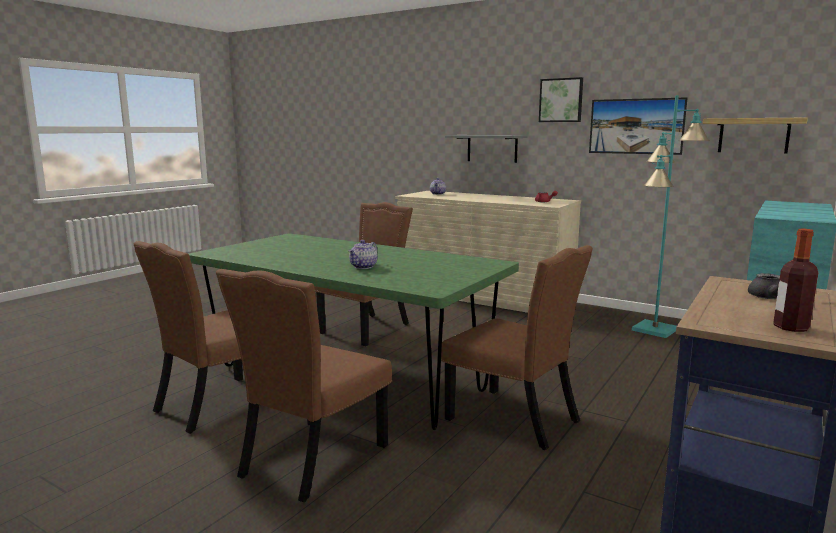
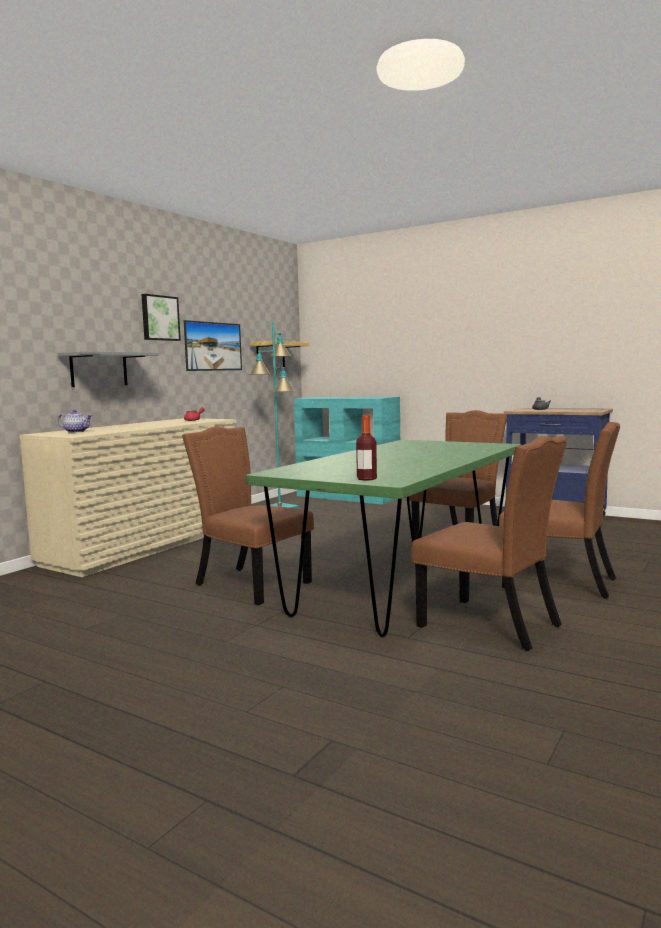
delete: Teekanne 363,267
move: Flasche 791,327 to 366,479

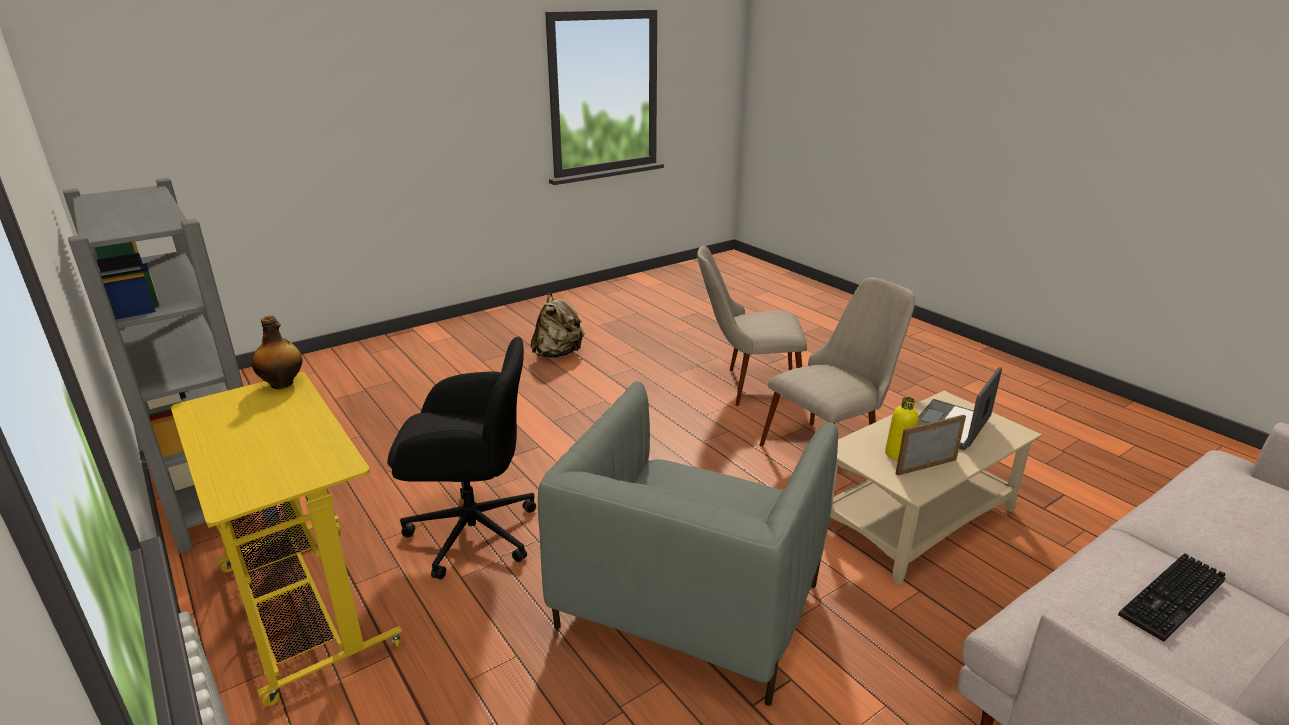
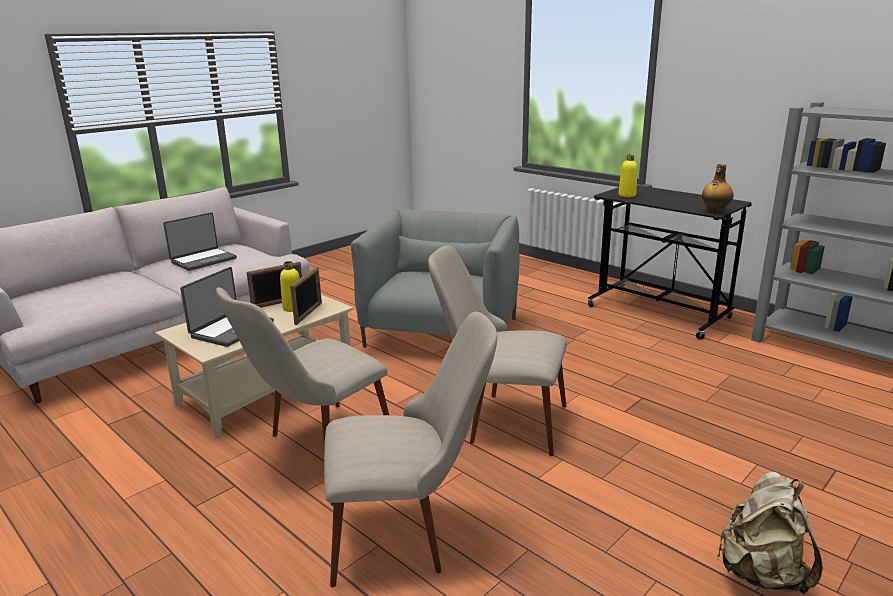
delete: Bürostuhl [schwarz] 473,534
insert: Bilderrahmen 308,313; Stuhl [beige] 500,420; Flasche [gelb] 627,195
replace: Tastatur 1174,600 to Laptop 203,260
recolor: Schreibtisch [gelb] 307,606 to Schreibtisch [schwarz] 658,312

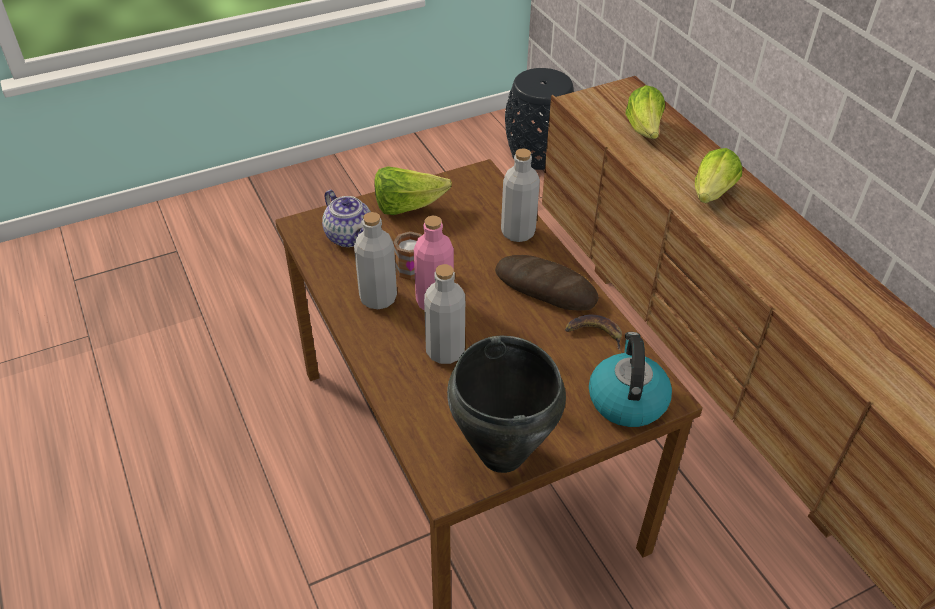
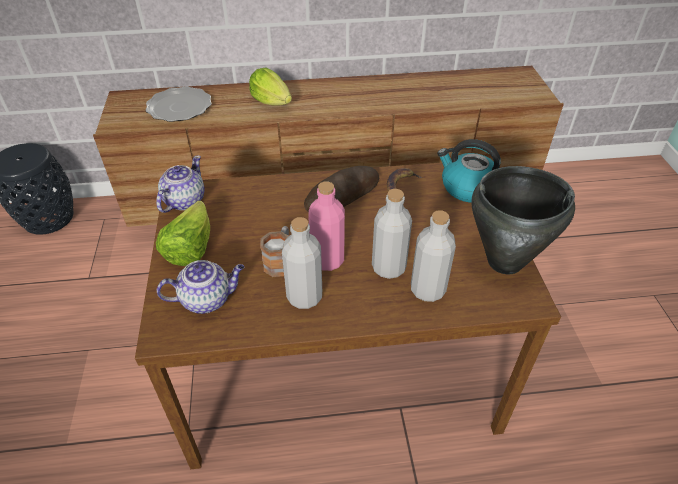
insert: Teekanne 184,201
move: Flasche [grau] 518,232 to 427,290
replace: Salatkopf 644,130 to Teller 179,107

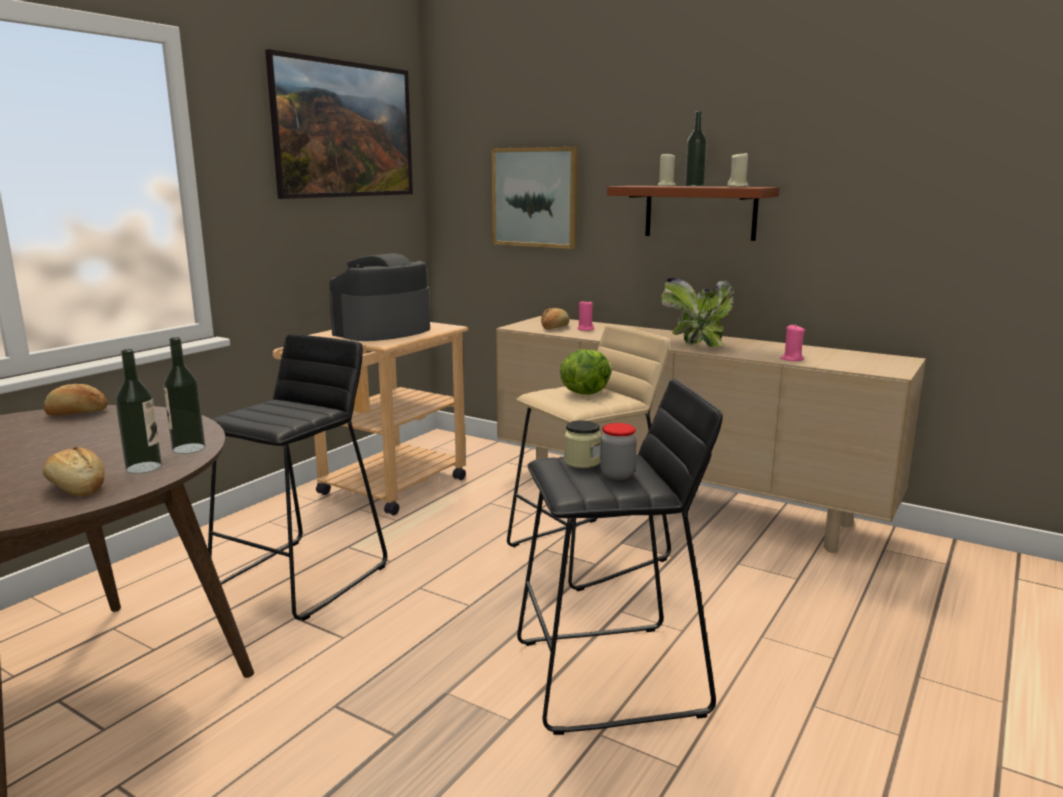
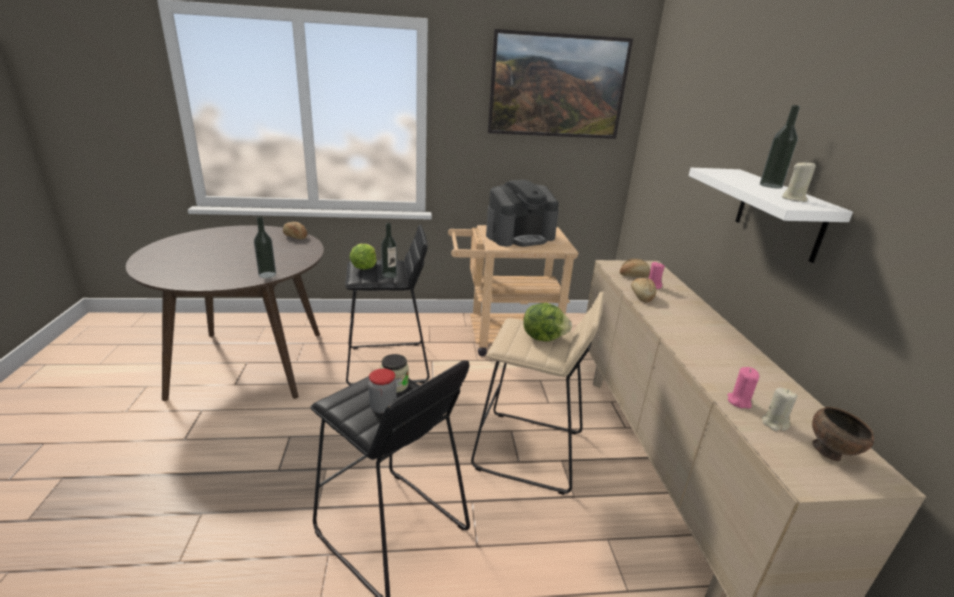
delete: Bild 535,197; Topfpflanze 699,345
insert: Salatkopf 364,267; Schüssel [braun] 829,453
move: Brot 76,487 to 641,296; Flasche 144,467 to 389,275; Kerze [beige] 666,186 to 774,423
recolor: Wandregal [braun] 700,212 to Wandregal [weiß] 779,214
rotate: Kaffeemaschine 382,331 = 520,236 150 degrees clockwise

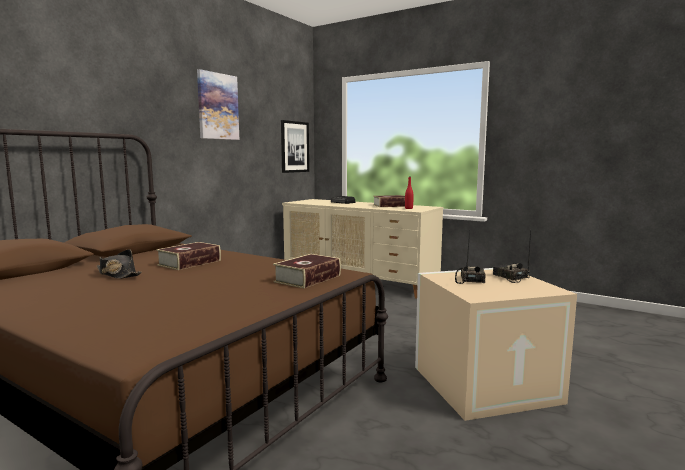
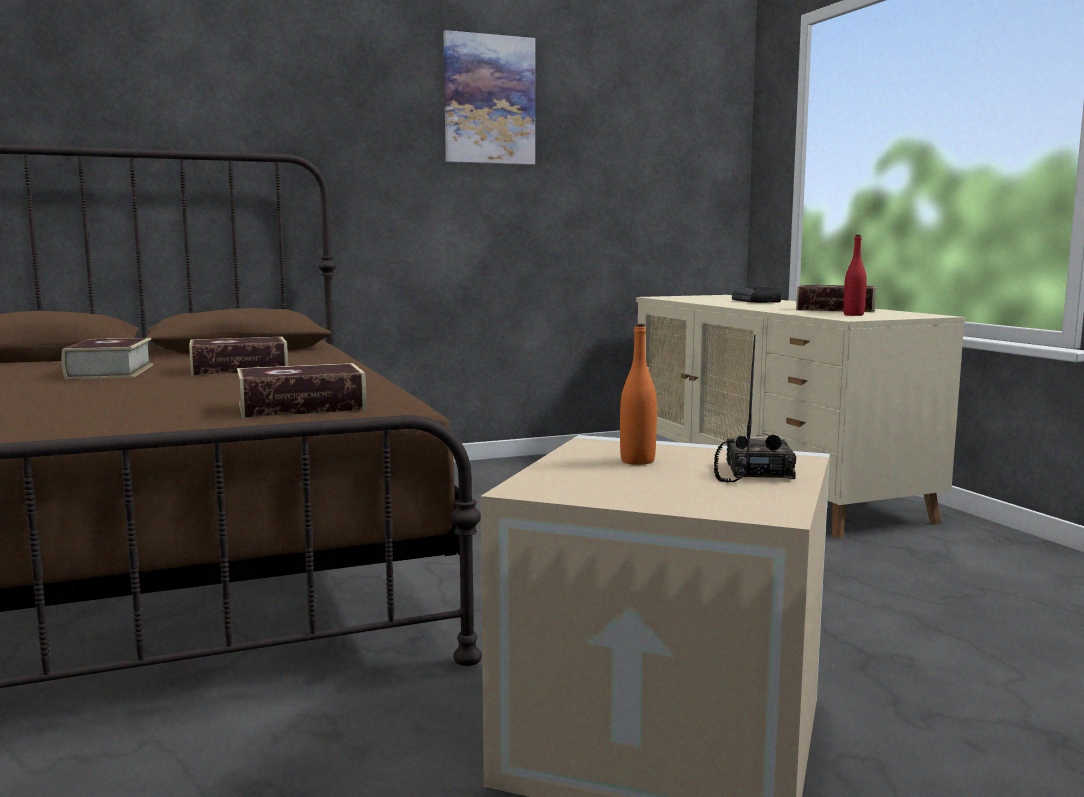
delete: Bild 294,147
replace: Hut [schwarz] 118,274 to Buch 110,372; Radio 469,280 to Flasche [orange] 637,461

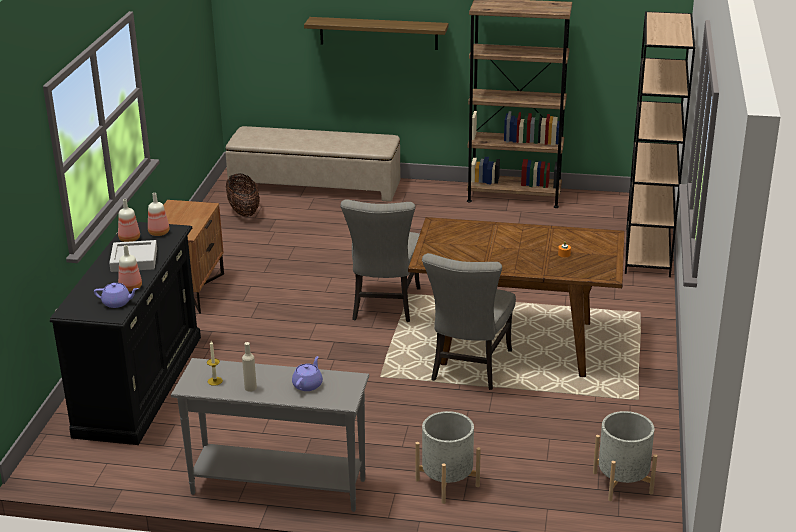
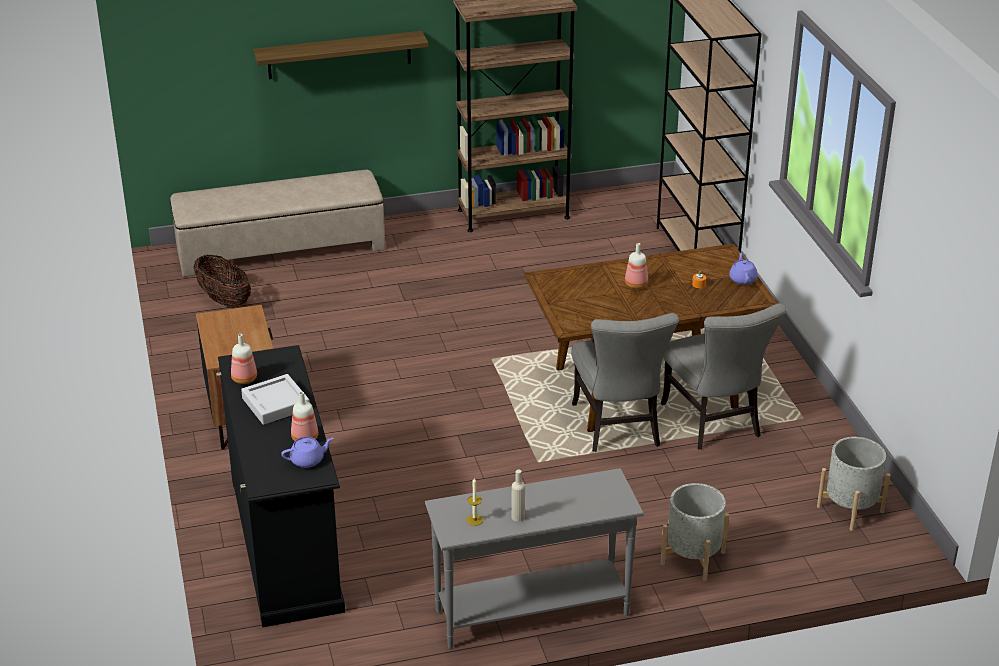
move: Flasche 159,232 to 636,284; Teekanne [lila] 308,384 to 742,279; Stuhl [grau] 384,306 to 715,423

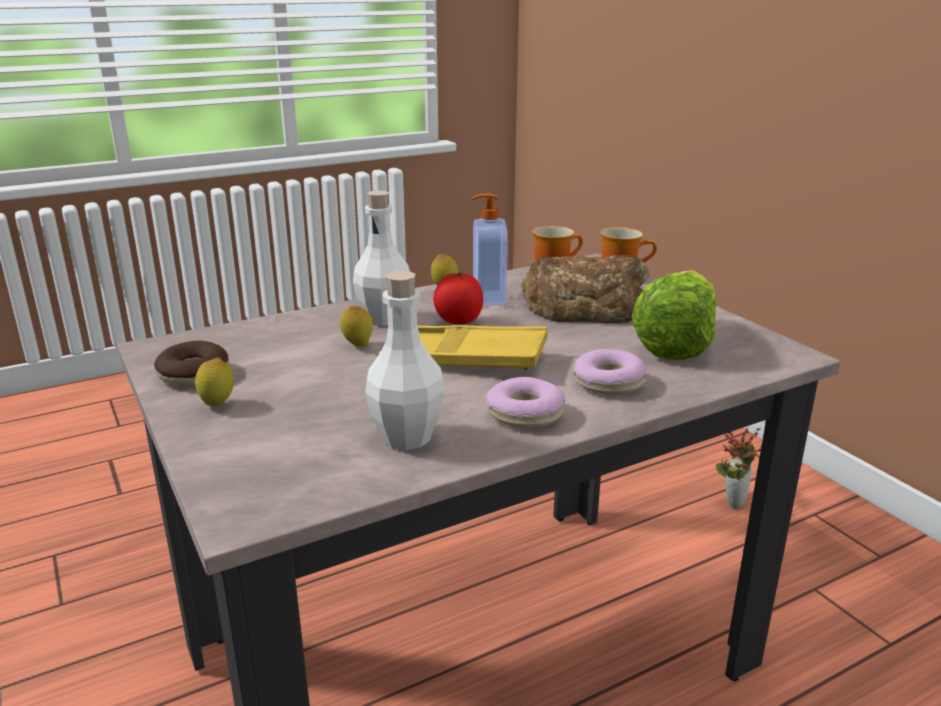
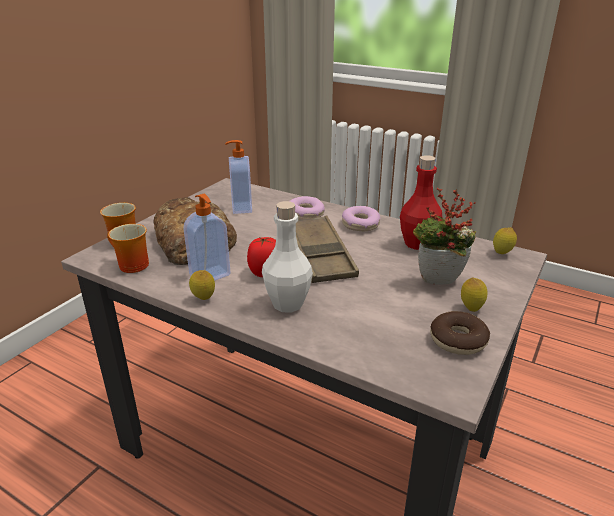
move: Zitrone 357,346 to 501,254; Topfpflanze 731,499 to 438,283
replace: Salatkopf 675,344 to Seifenspender 240,208
recolor: Flasche [weiß] 406,437 to Flasche [rot] 417,244; Tablett [gelb] 464,359 to Tablett [braun] 320,255

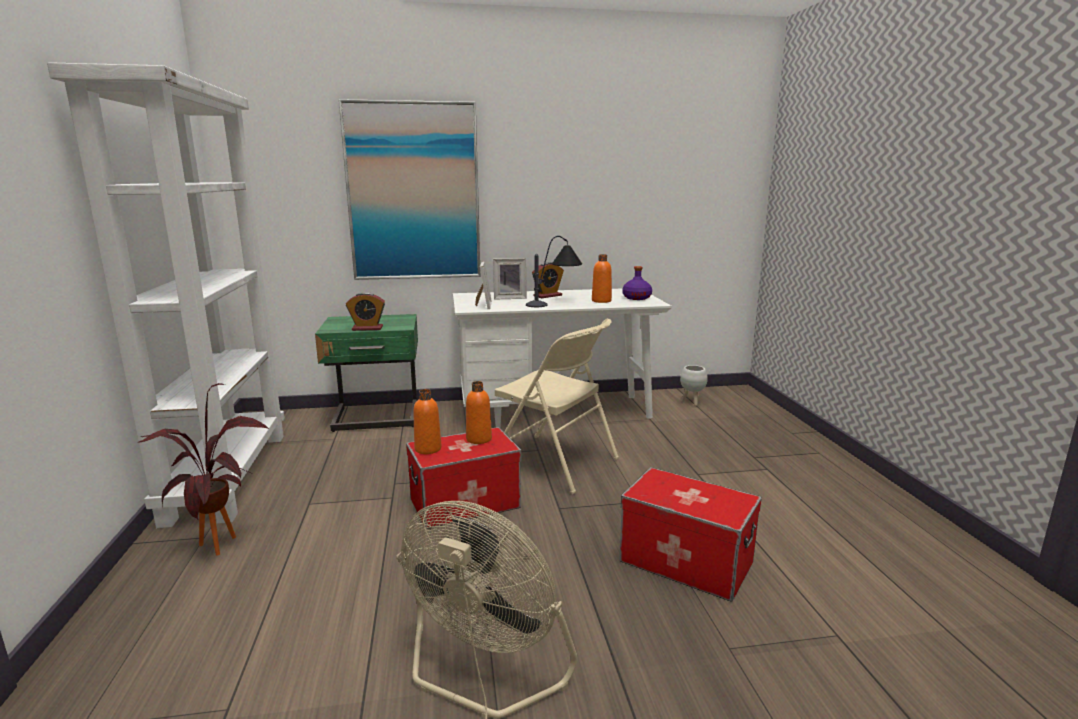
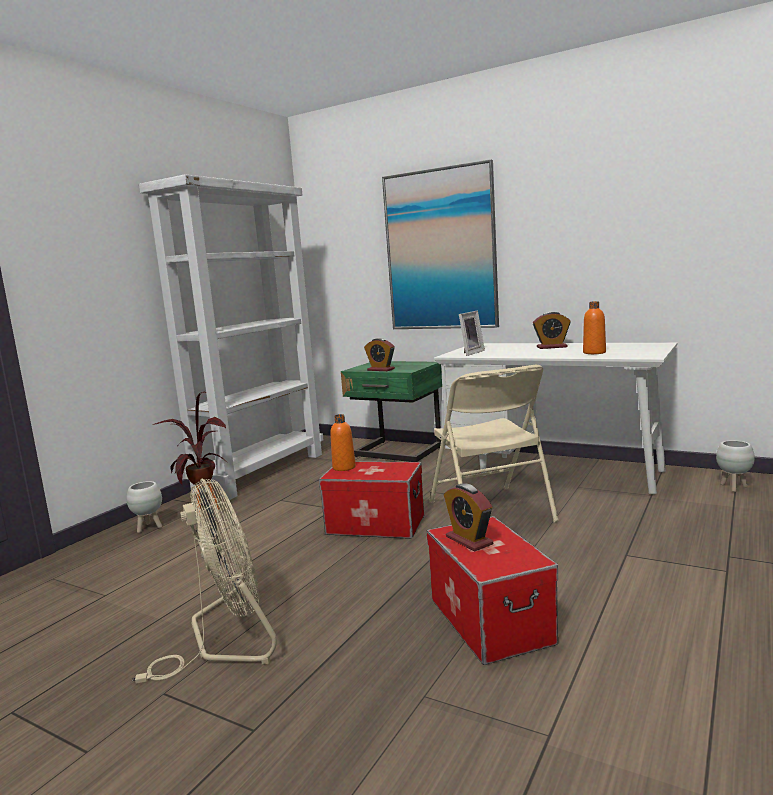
delete: Flasche [orange] 479,439; Bilderrahmen 509,298; Tischlampe 555,302; Flasche [lila] 636,298
insert: Pflanzkübel [weiß] 149,528; Wecker 469,540

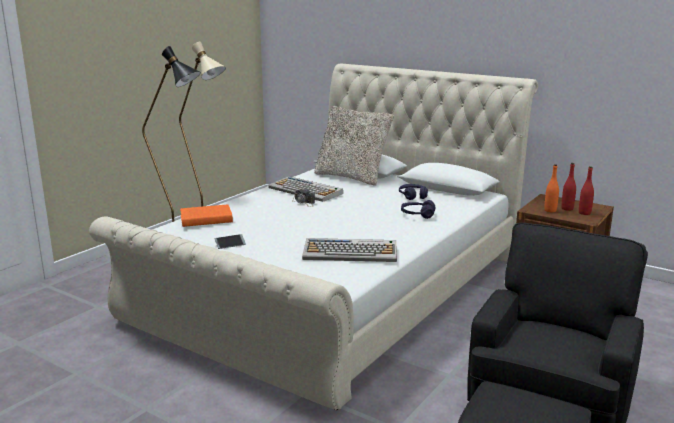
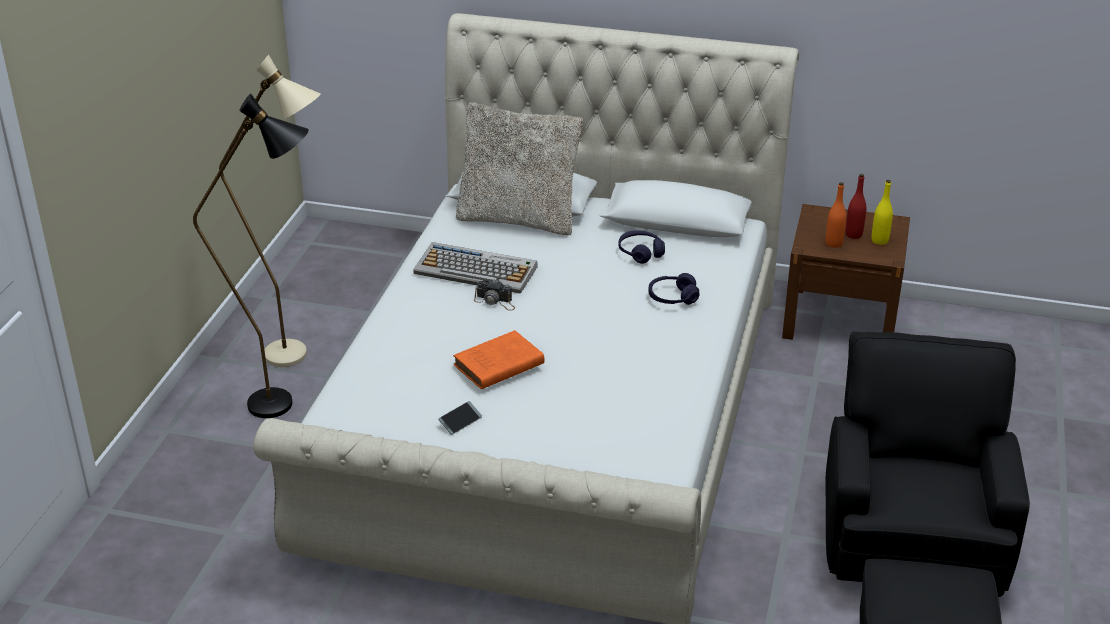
delete: Tastatur 351,252
move: Buch [orange] 204,219 to 496,365
recolor: Flasche [rot] 584,213 to Flasche [gelb] 879,241

